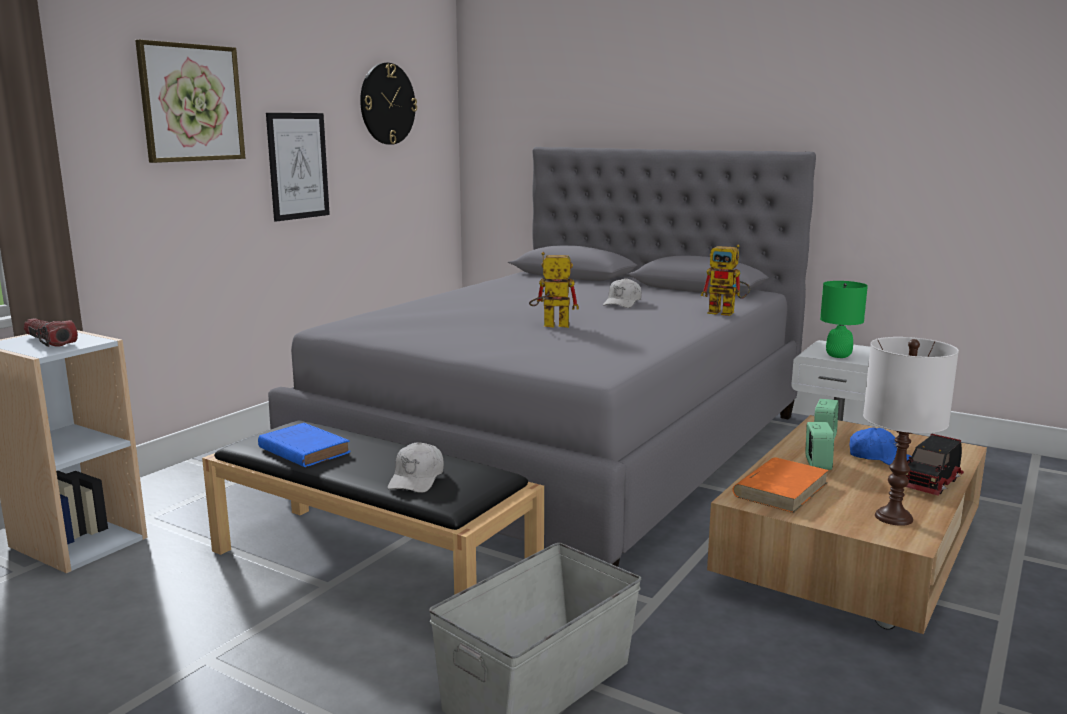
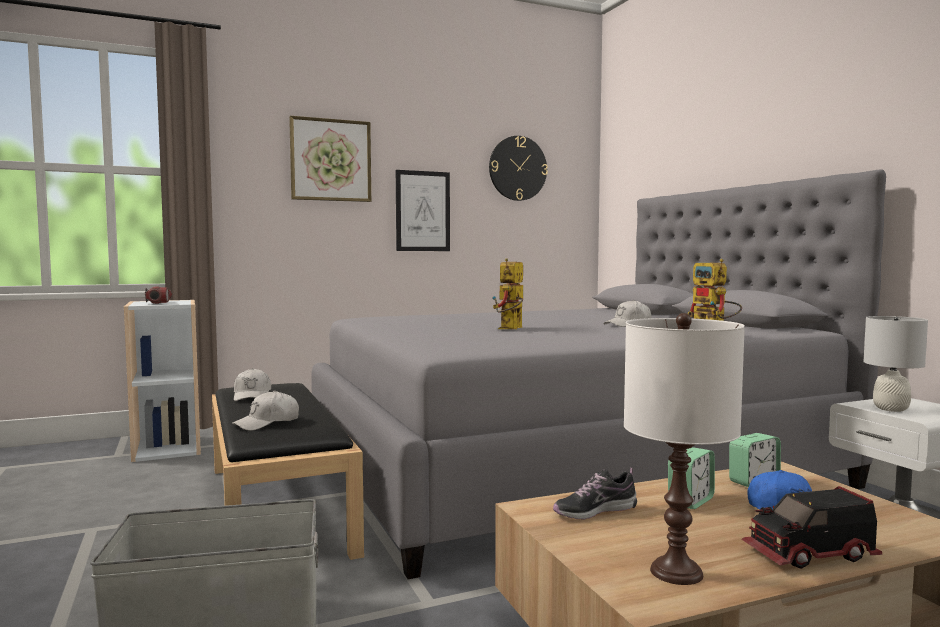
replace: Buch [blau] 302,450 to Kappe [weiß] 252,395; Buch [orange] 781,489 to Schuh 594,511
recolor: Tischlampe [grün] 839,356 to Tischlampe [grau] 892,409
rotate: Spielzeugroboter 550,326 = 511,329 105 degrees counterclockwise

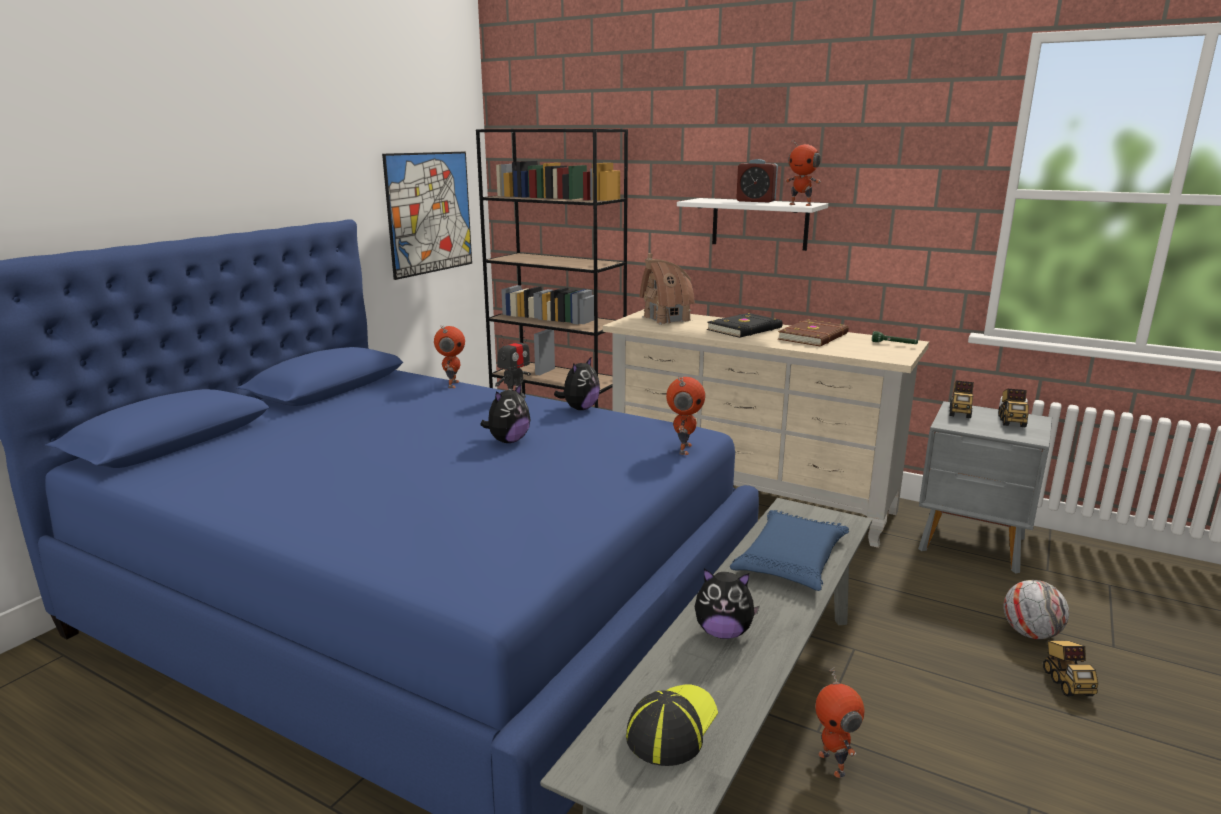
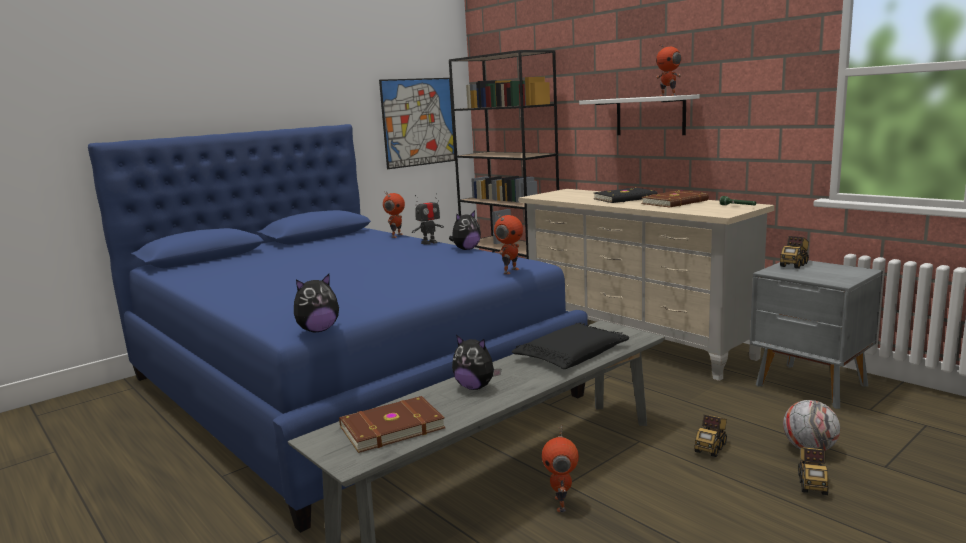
delete: Spielzeughaus 666,319; Wecker 755,201
move: Plüschtier 508,441 to 318,330; Spielzeuglaster 1011,421 to 711,447
replace: Kappe 672,727 to Buch [braun] 390,427
recolor: Kissen [blau] 791,557 to Kissen [schwarz] 572,353

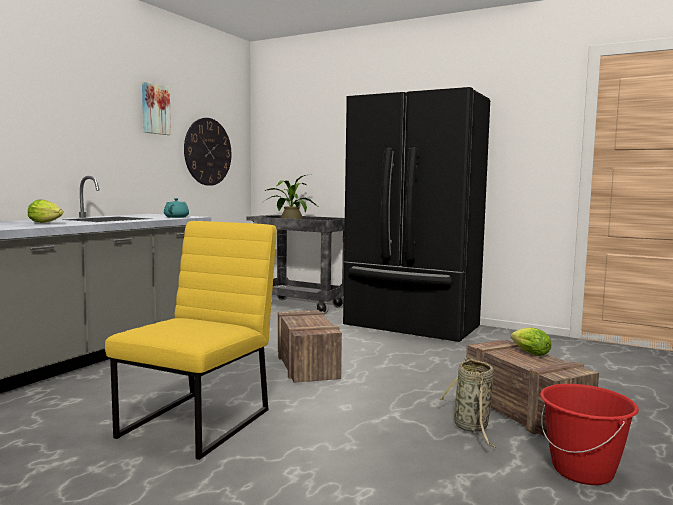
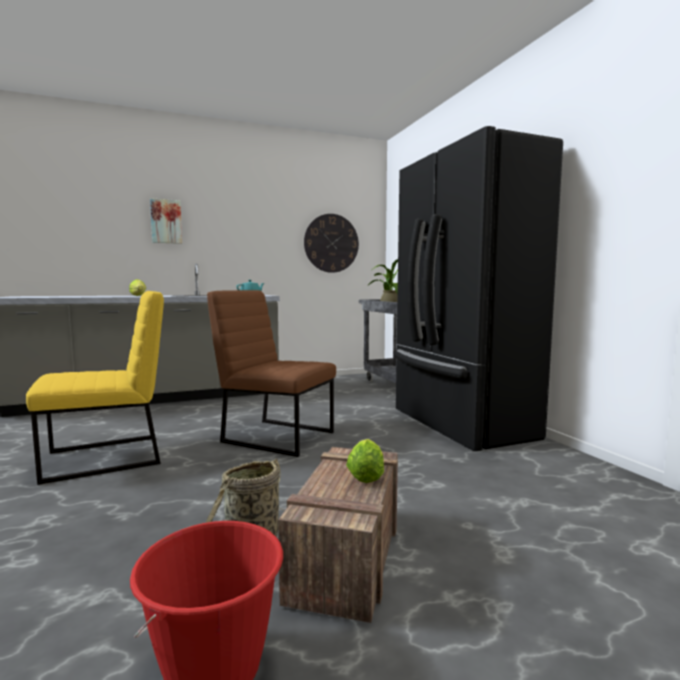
move: Bild 155,109 to 166,221
replace: Kiste 306,365 to Stuhl [braun] 276,436

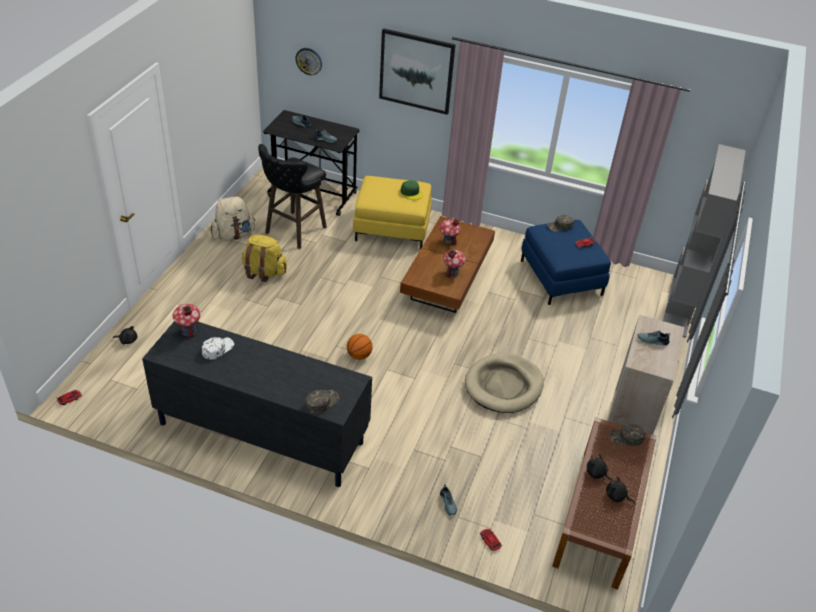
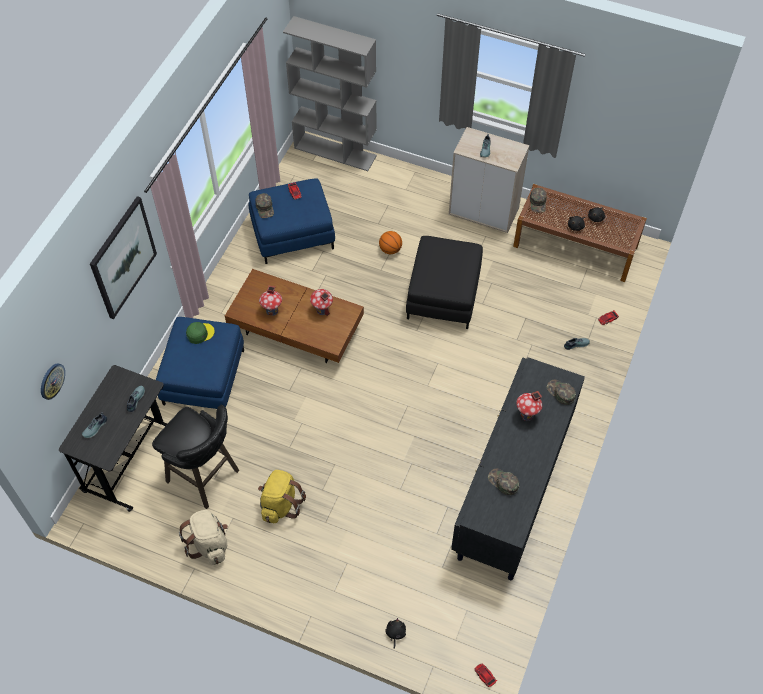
move: Spielzeughaus 188,331 to 526,414; Basketball 359,355 to 390,249
replace: Hundebett [beige] 504,386 to Polsterhocker [schwarz] 443,294
recolor: Kappe [weiß] 217,349 to Kappe [grün] 503,482; Polsterhocker [gelb] 392,228 to Polsterhocker [blau] 204,377

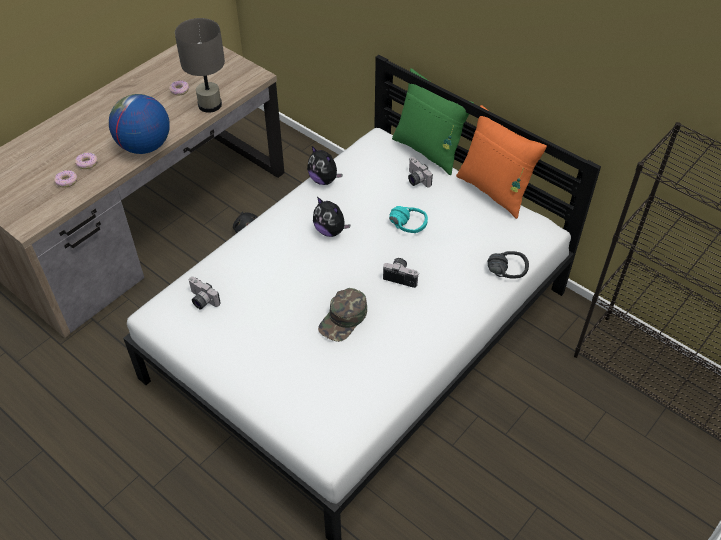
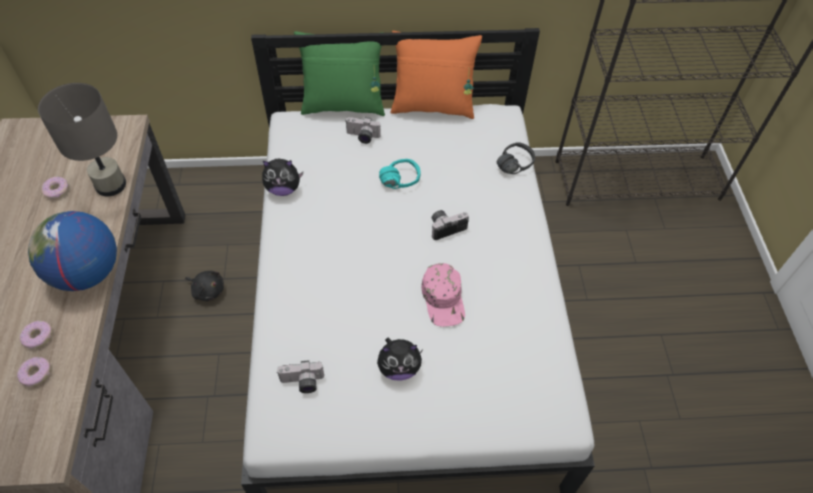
move: Plüschtier 330,231 to 399,368
recolor: Kappe [grün] 343,319 to Kappe [rosa] 444,298

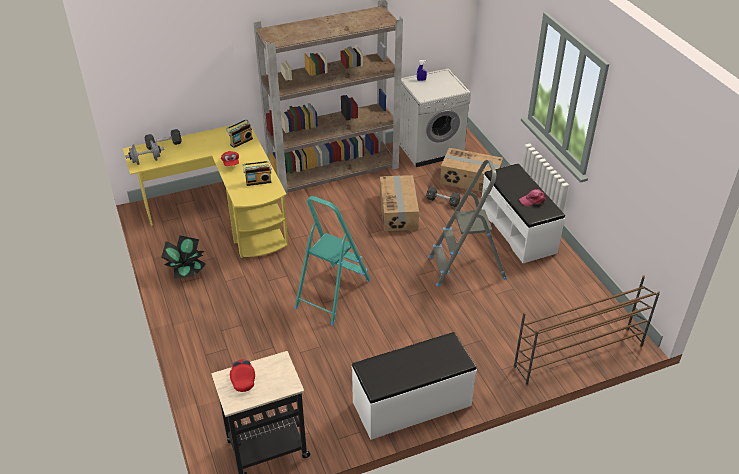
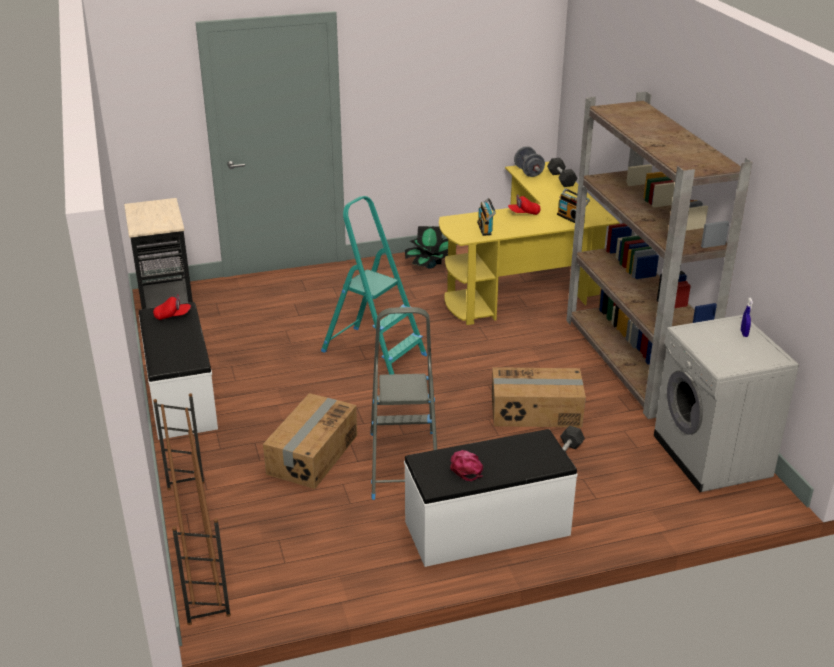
move: Kappe [rot] 243,379 to 172,316; Karton 470,180 to 311,454

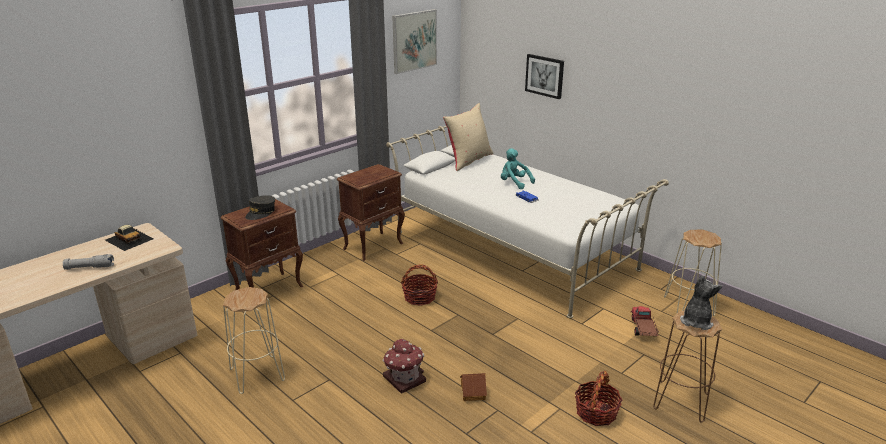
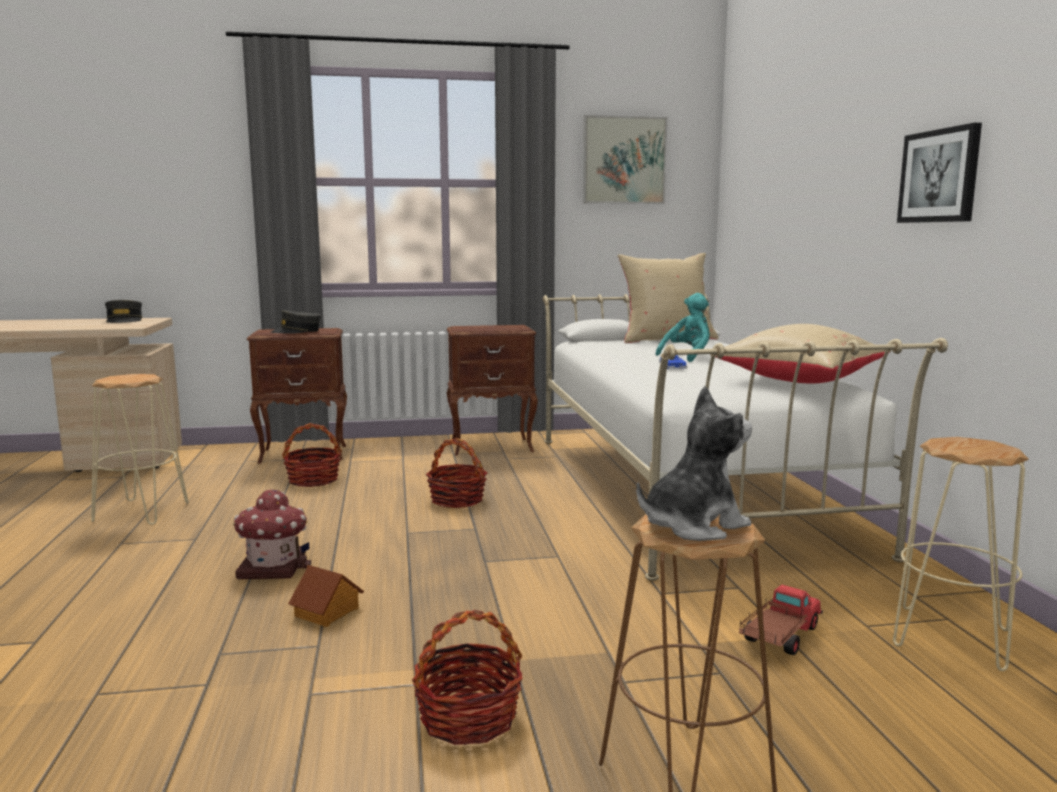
delete: Taschenlampe [grau] 90,267
insert: Korb 313,480; Kissen [beige] 798,381
move: Bild 545,76 to 940,176
replace: Spielzeugauto 129,239 to Kappe [grau] 124,321
rotate: Plüschtier [türkis] 514,183 = 688,356 60 degrees clockwise

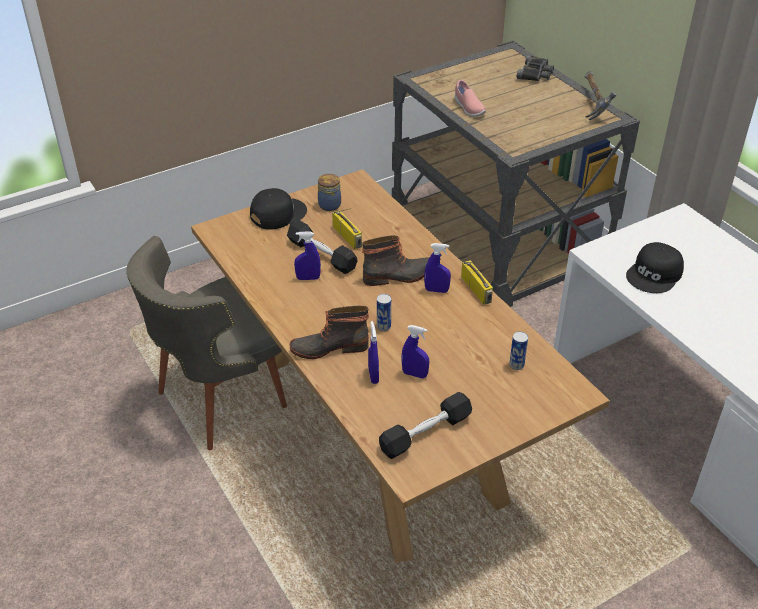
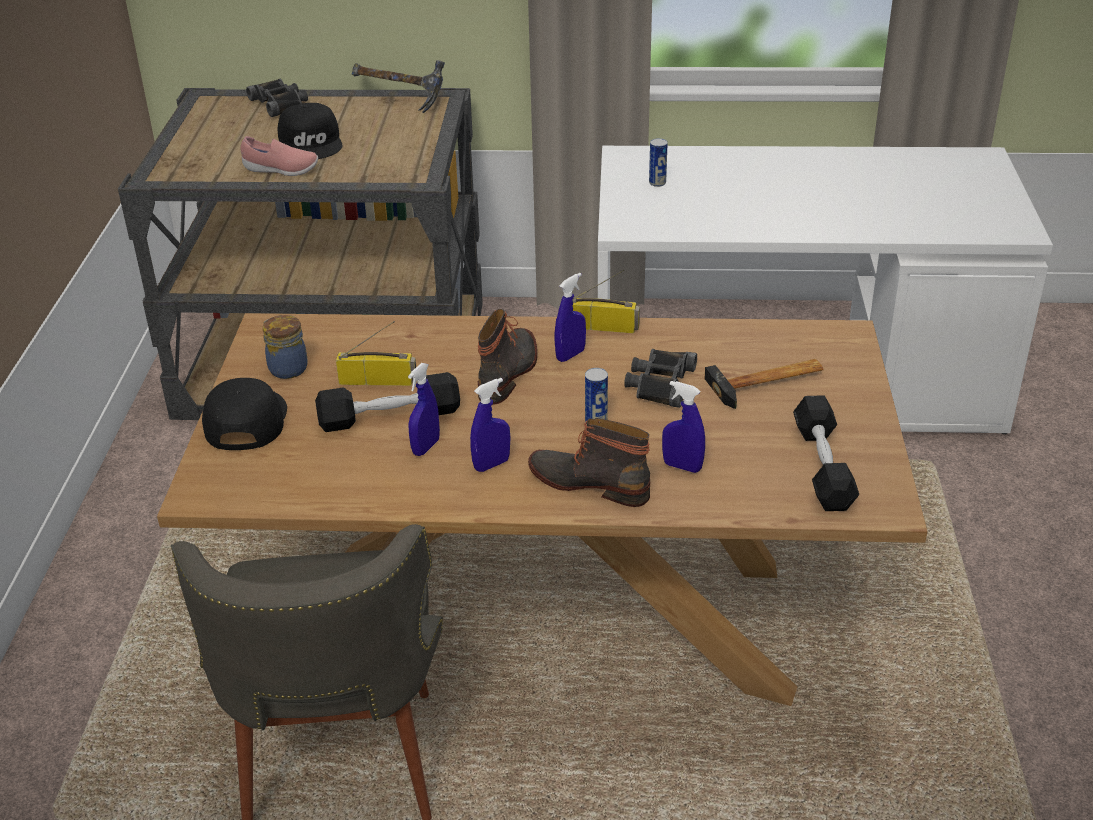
insert: Fernglas [schwarz] 660,383; Hammer 768,383
move: Sprühflasche [blau] 414,374 to 491,464; Dose 516,365 to 657,183; Kappe [schwarz] 655,274 to 311,143
rotate: Stiefel 329,347 = 590,482 90 degrees clockwise

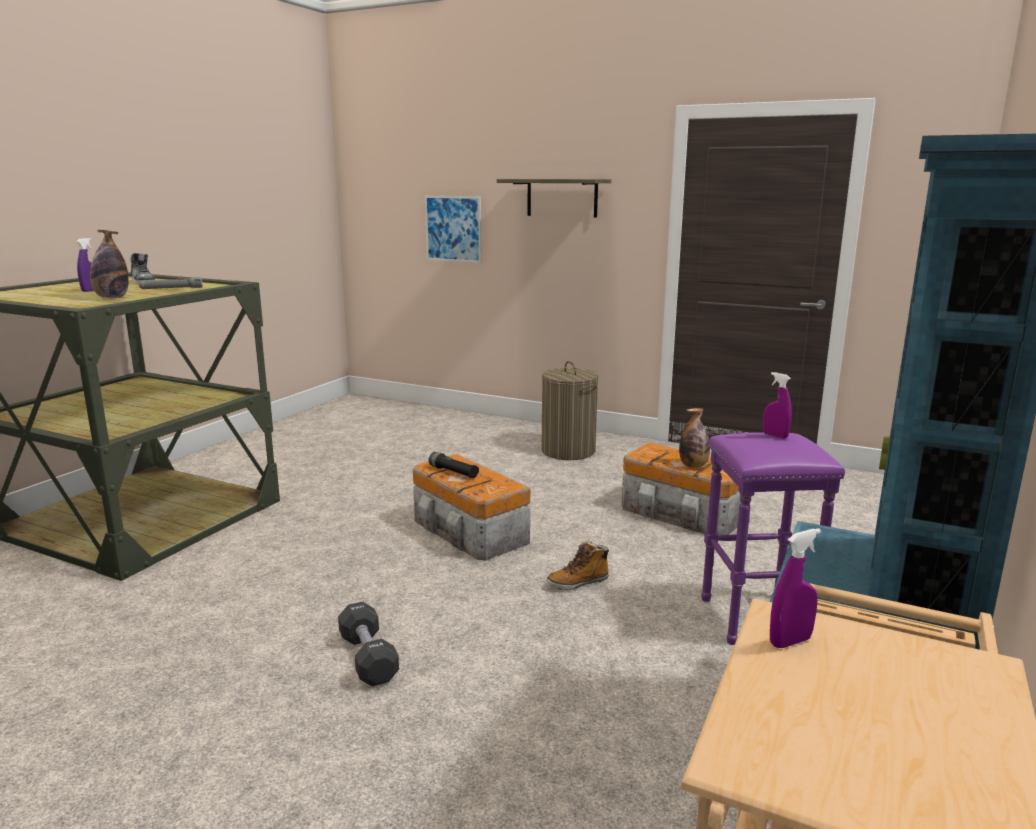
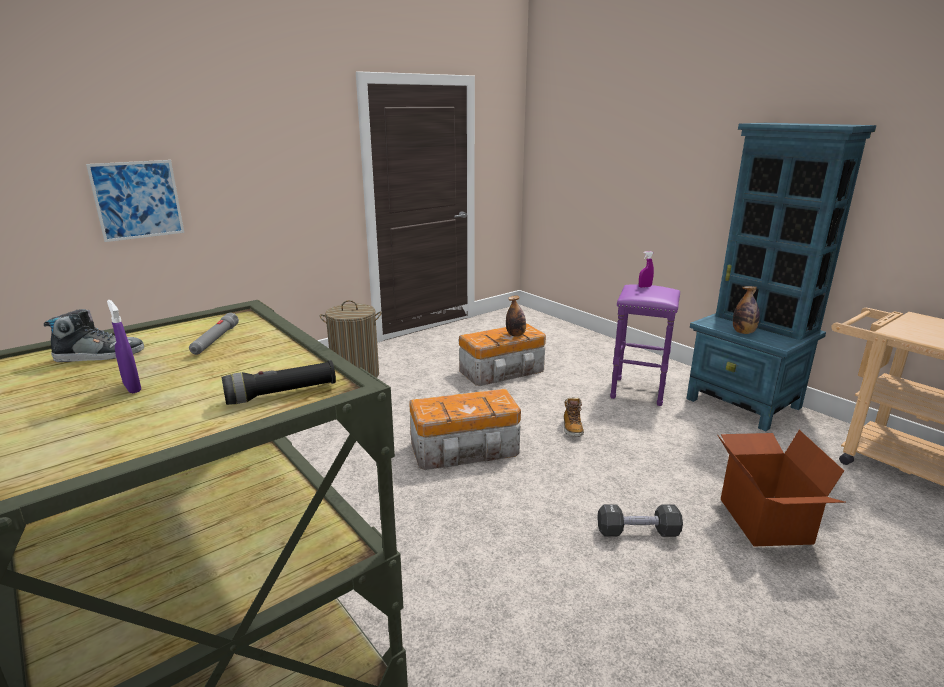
delete: Wandregal 562,198; Sprühflasche [lila] 790,641
insert: Karton 763,520
move: Flasche 112,297 to 743,332; Taschenlampe [schwarz] 453,472 to 282,394

